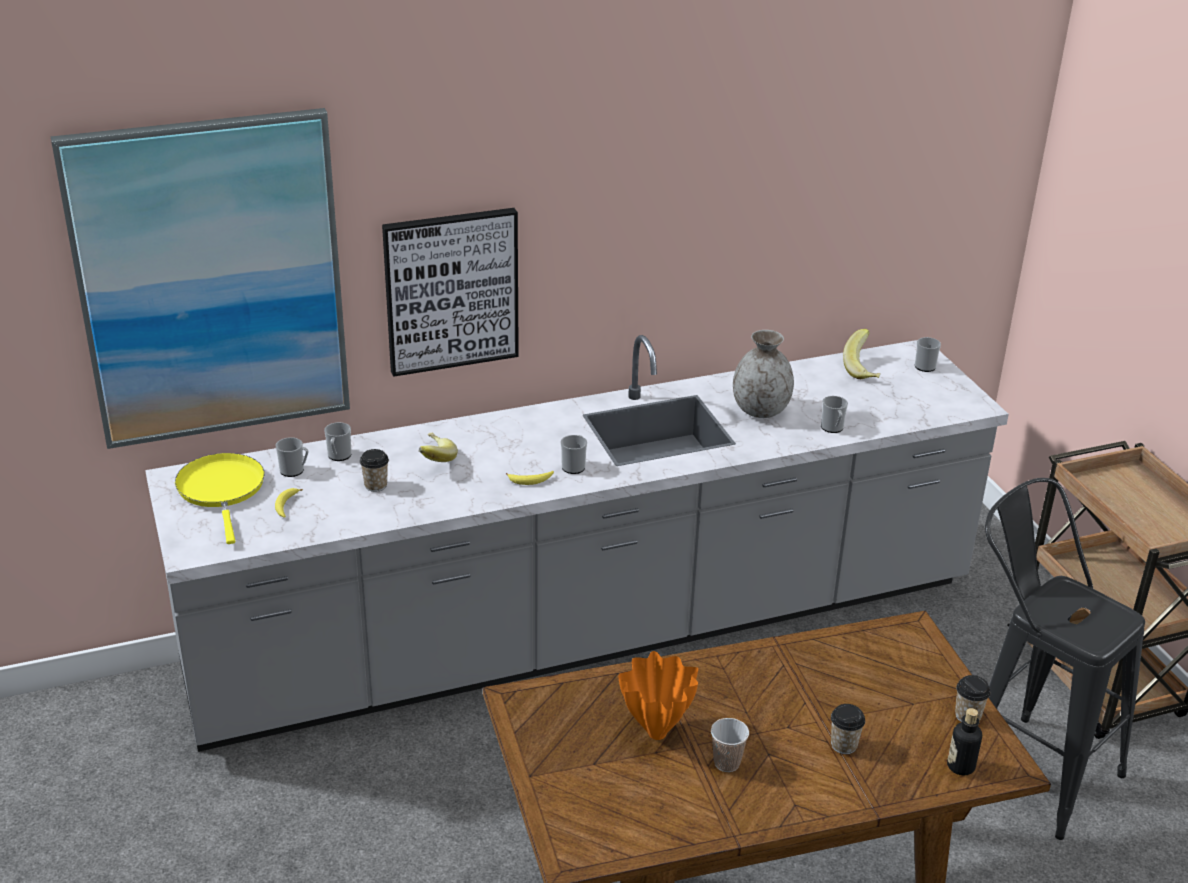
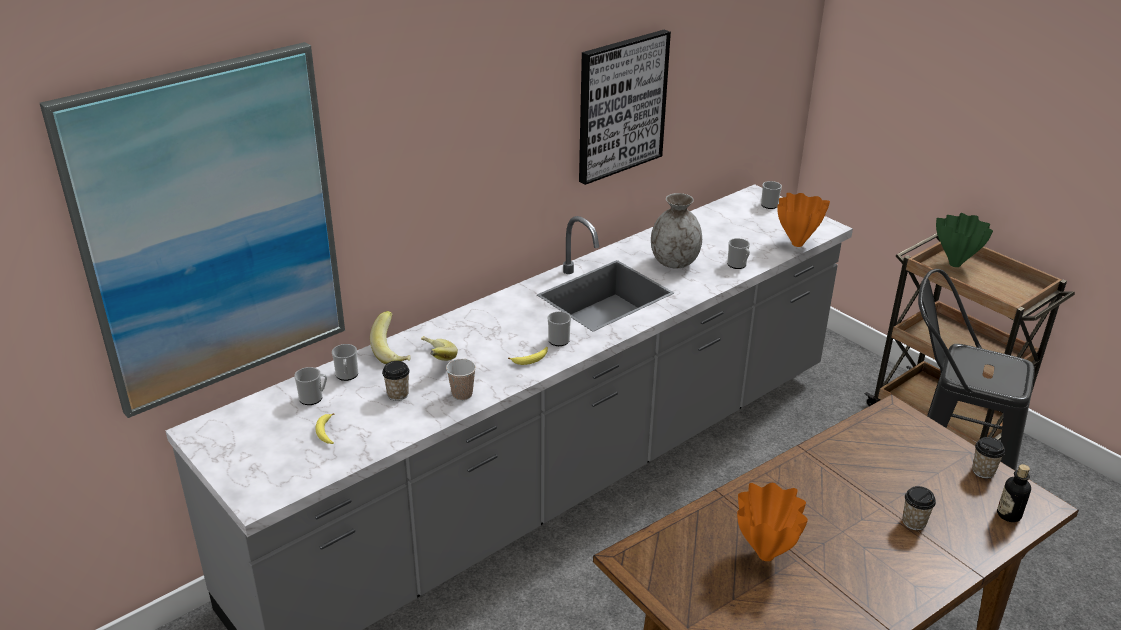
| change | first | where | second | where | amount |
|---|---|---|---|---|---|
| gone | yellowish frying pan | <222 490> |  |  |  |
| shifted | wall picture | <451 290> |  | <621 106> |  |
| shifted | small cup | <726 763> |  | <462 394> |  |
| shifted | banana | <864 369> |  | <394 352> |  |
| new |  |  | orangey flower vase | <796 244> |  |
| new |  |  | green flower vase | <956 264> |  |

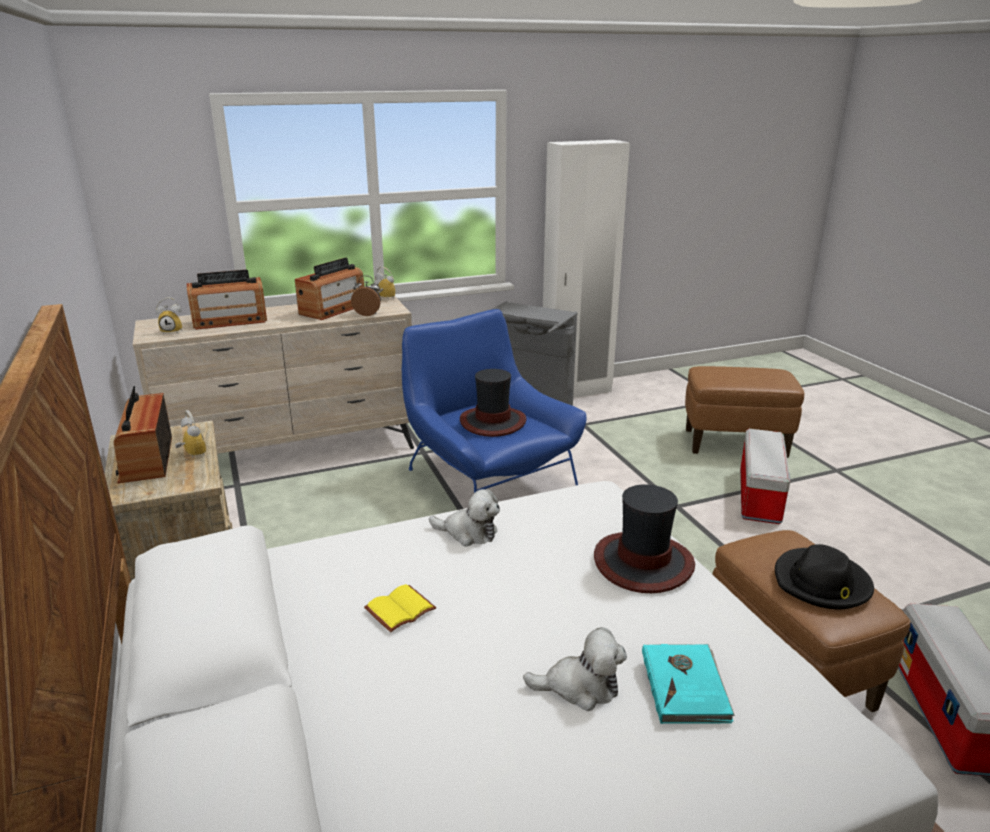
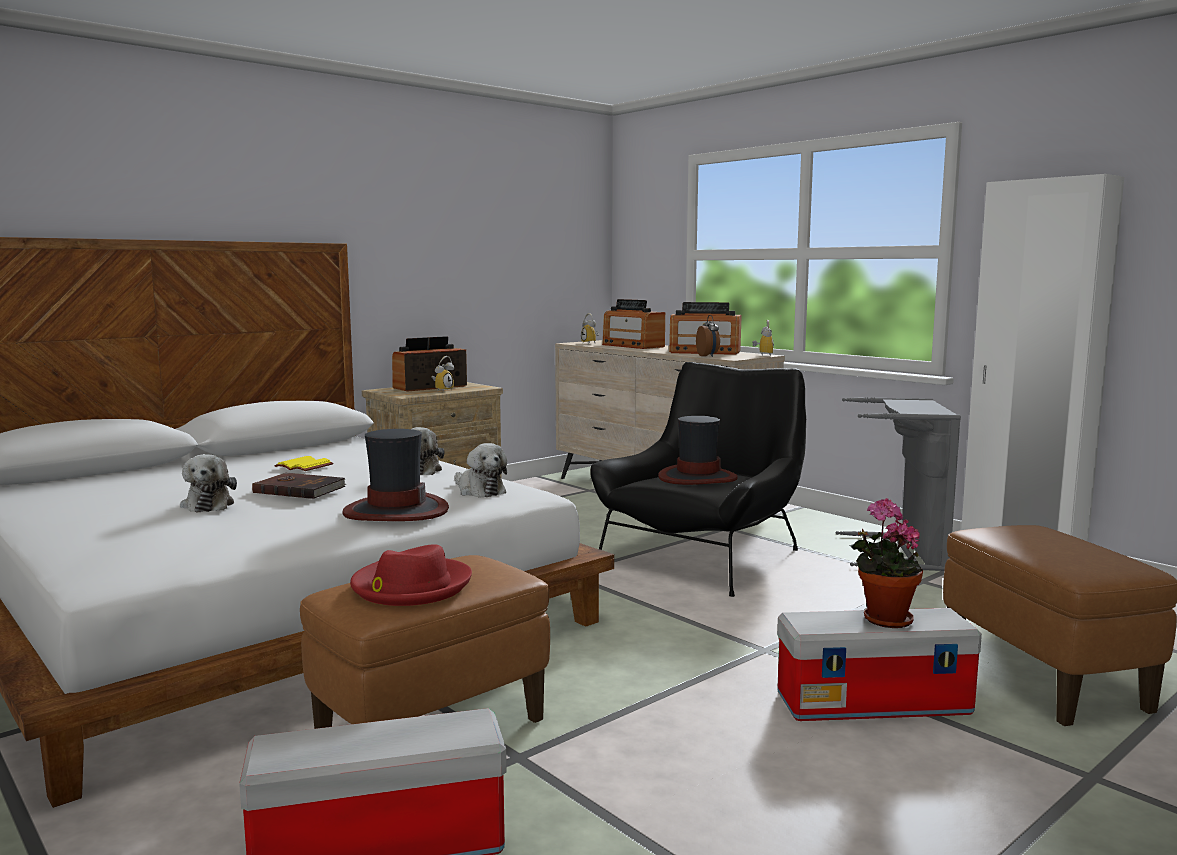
| change | first | where | second | where | amount |
|---|---|---|---|---|---|
| repainted | blue-coloured armchair | <488 480> | black-coloured armchair | <703 557> |  |
| gone | blue-green book | <686 685> |  |  |  |
| repainted | black-coloured wearable hat | <822 583> | red-coloured wearable hat | <410 586> |  |
| new |  |  | brownish book | <299 489> |  |
| new |  |  | plush toy | <479 491> |  |
| new |  |  | plant in a pot | <883 619> |  |

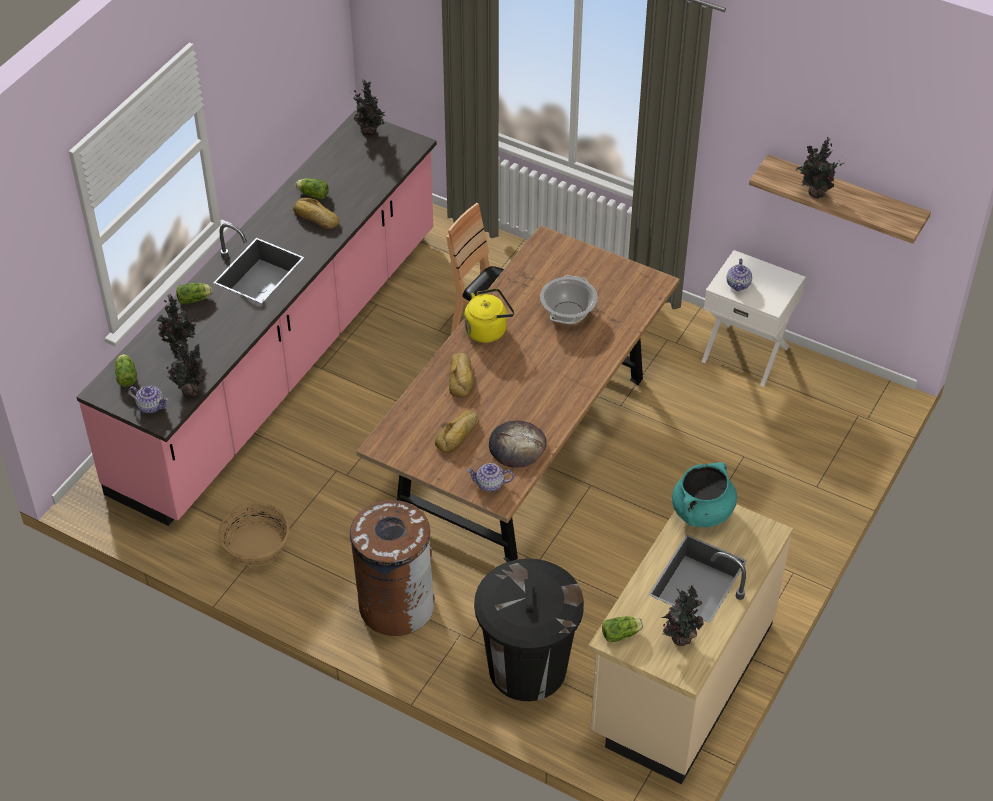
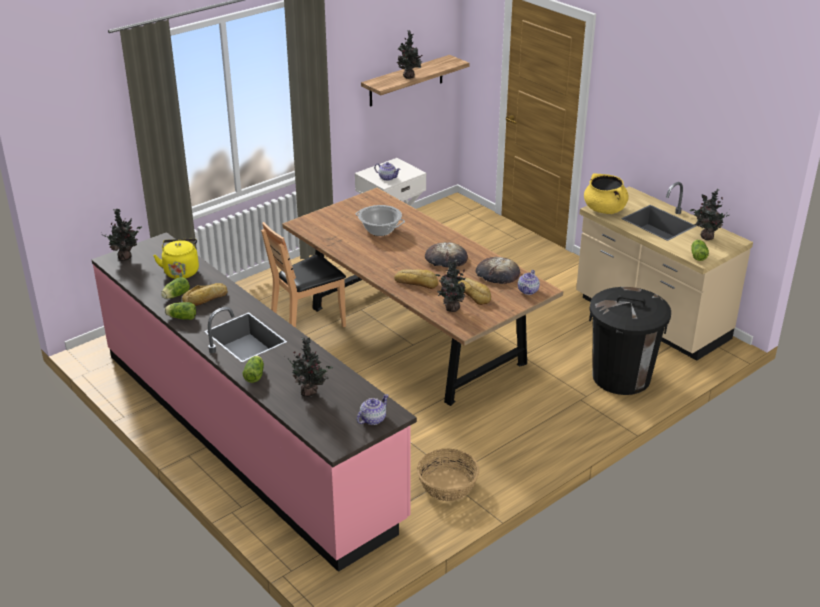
| change | first | where | second | where | amount |
|---|---|---|---|---|---|
| shifted | lettuce | <126 375> |  | <181 317> |  |
| shifted | plant in a pot | <191 390> |  | <451 308> |  |
| gone | brownish waste bin | <396 605> |  |  |  |
| shifted | yellowish water kettle | <488 329> |  | <181 271> |  |
| repainted | blue-green stockpot | <702 512> | yellowish stockpot | <604 209> |  |
| new |  |  | bread | <446 259> |  |

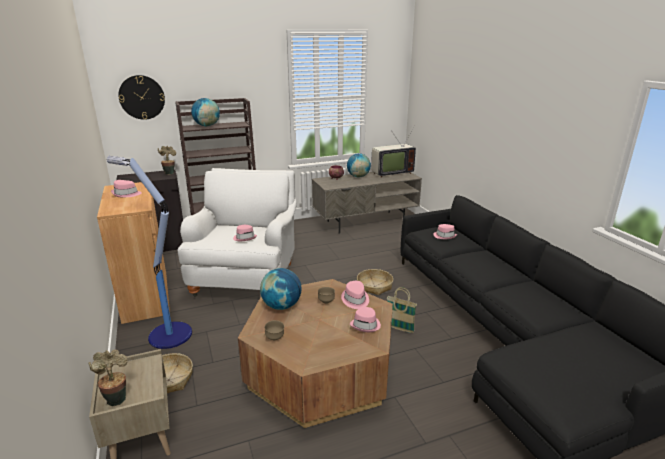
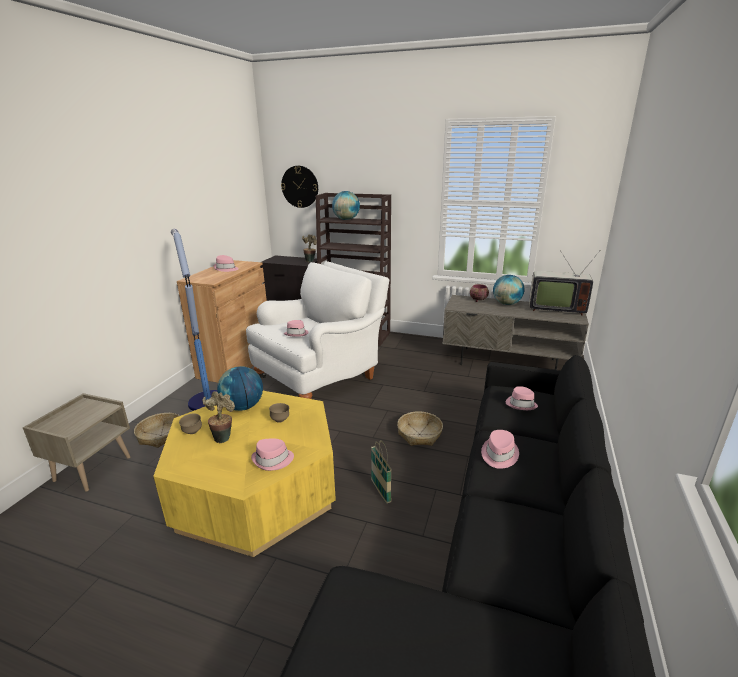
| change | first | where | second | where | amount |
|---|---|---|---|---|---|
| shifted | plant in a pot | <116 398> |  | <223 437> |  |
| repainted | brownish low table | <320 370> | yellowish low table | <256 490> |  |
| shifted | pinkish wearable hat | <355 300> |  | <499 454> |  |

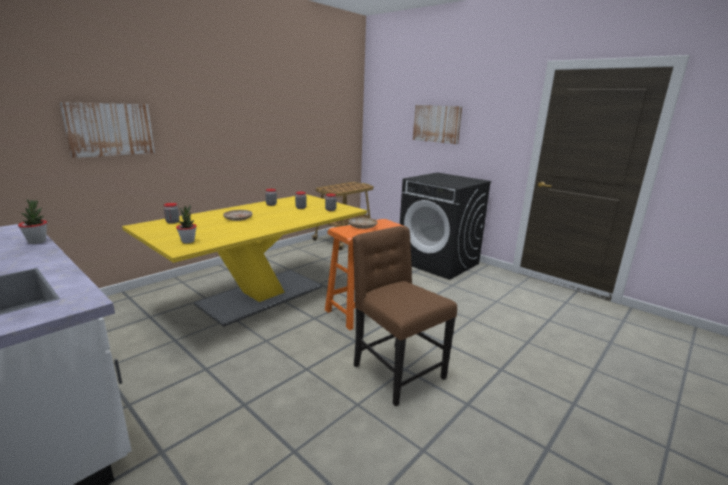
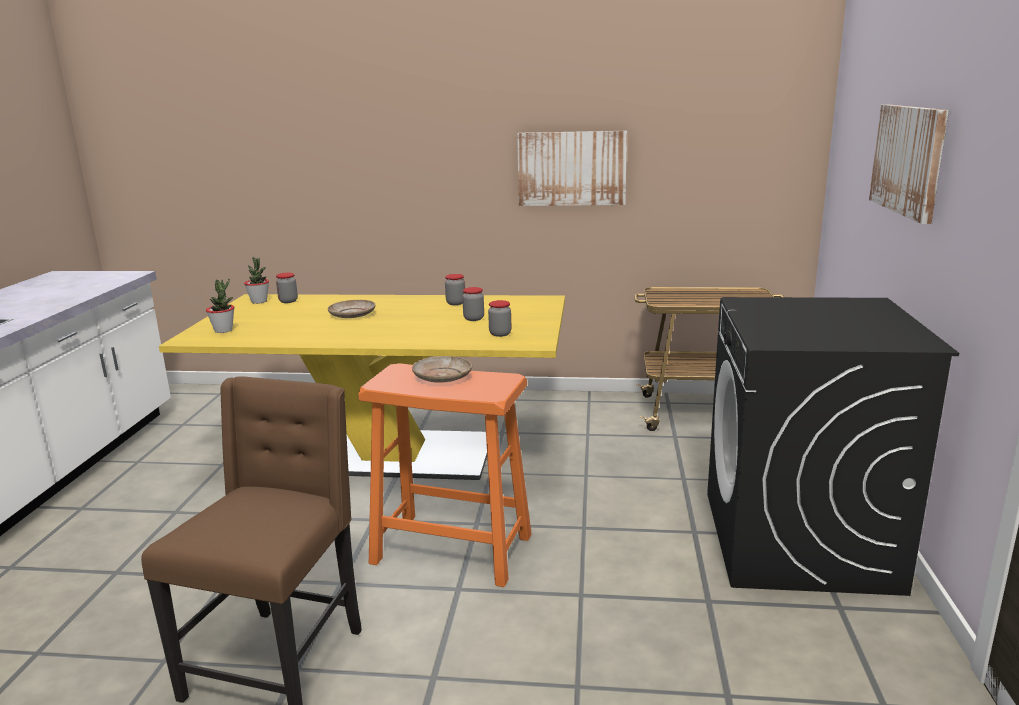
| change | first | where | second | where | amount |
|---|---|---|---|---|---|
| shifted | plant in a pot | <37 241> |  | <259 301> |  |
| shifted | wall picture | <110 129> |  | <571 168> |  |

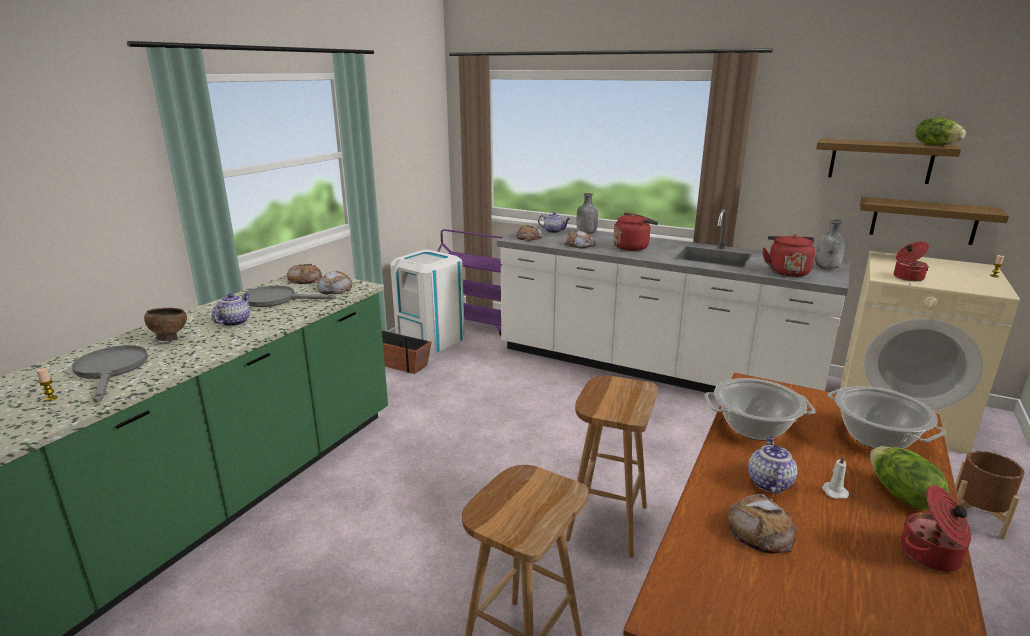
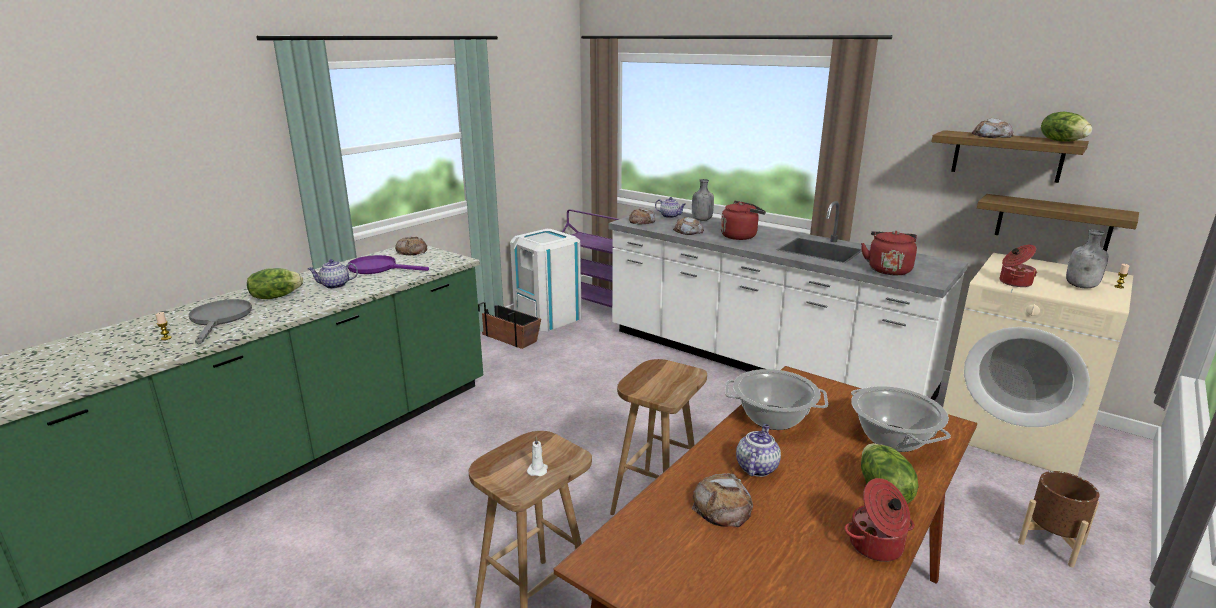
| change | first | where | second | where | amount |
|---|---|---|---|---|---|
| swapped | brownish serving bowl | <169 339> | lettuce | <275 296> |  |
| rotated | tea pot | <234 322> |  | <334 285> | 135 degrees counterclockwise |
| repainted | greyish frying pan | <277 300> | purple frying pan | <379 268> |  |
| shifted | bread | <335 289> |  | <991 136> |  |
| shifted | greyish bottle | <827 268> |  | <1081 286> |  |
| shifted | white wax light | <833 491> |  | <537 470> |  |

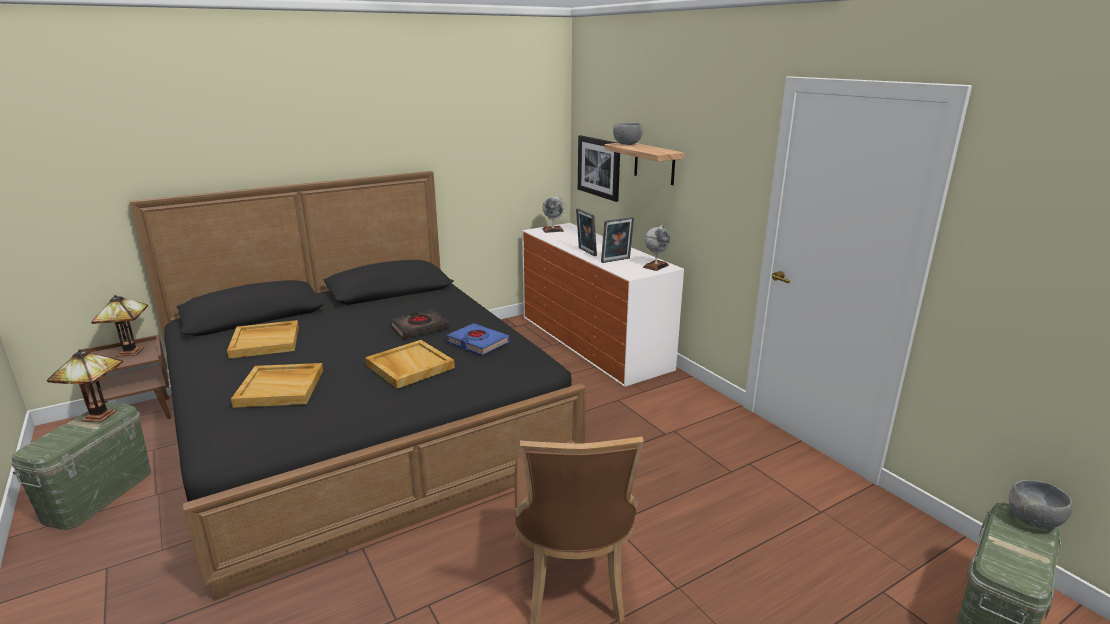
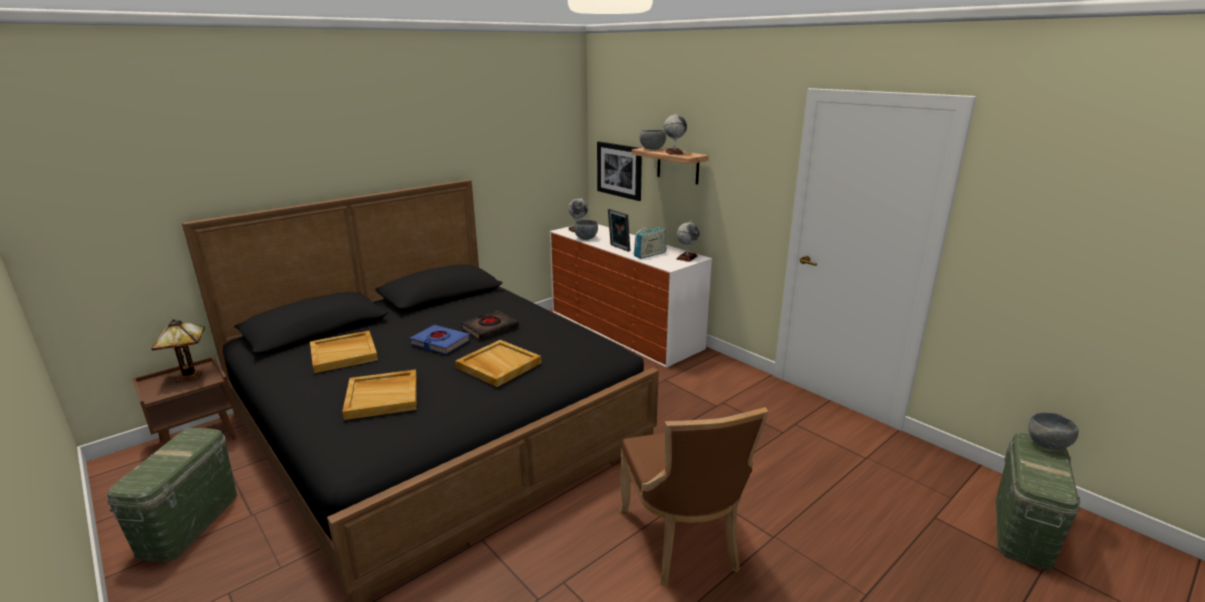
| change | first | where | second | where | amount |
|---|---|---|---|---|---|
| gone | lamp for a table | <99 415> |  |  |  |
| shifted | blue-coloured book | <478 343> |  | <440 343> |  |
| swapped | standing frame | <616 261> | radio | <650 254> |  |
| new |  |  | greyish serving bowl | <585 238> |  |
| new |  |  | globe | <674 152> |  |

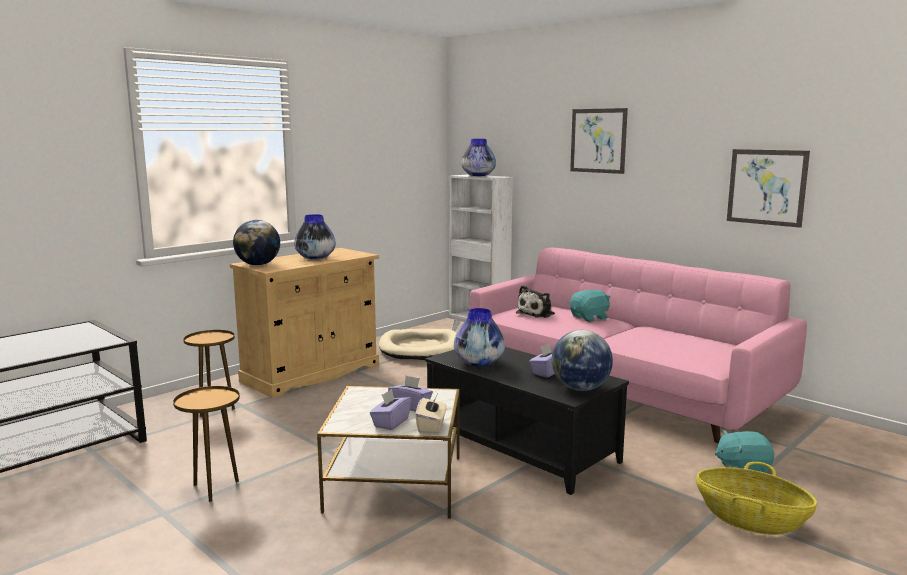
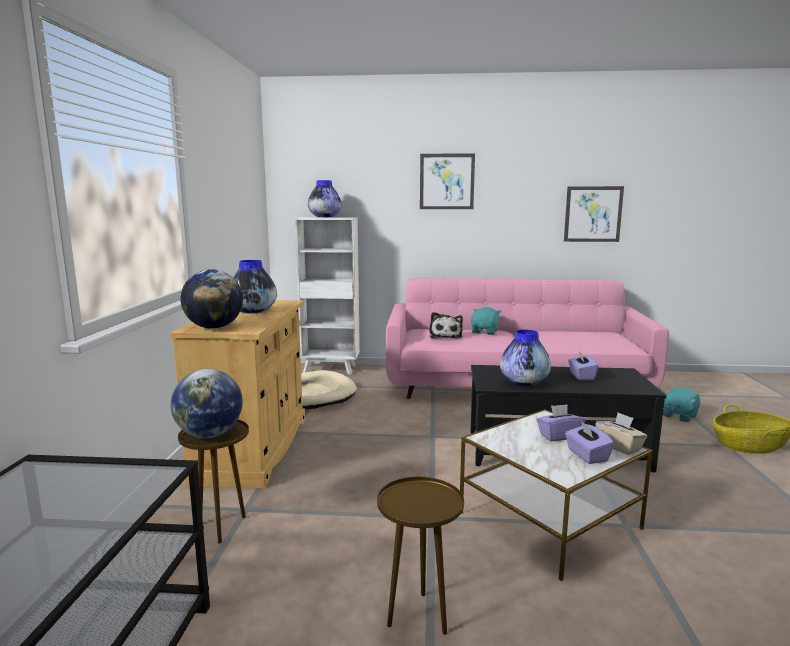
| change | first | where | second | where | amount |
|---|---|---|---|---|---|
| shifted | globe | <580 388> |  | <209 435> |  |

